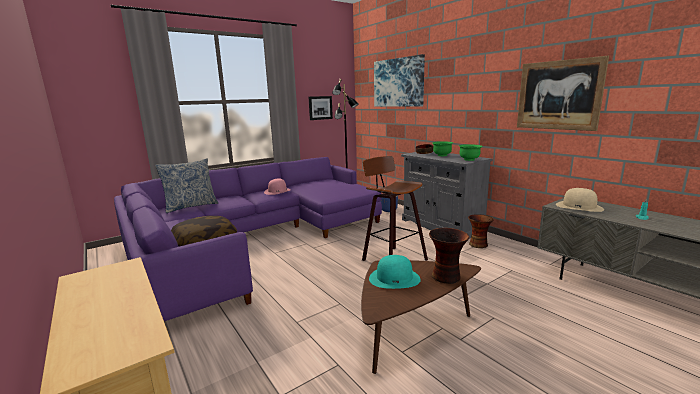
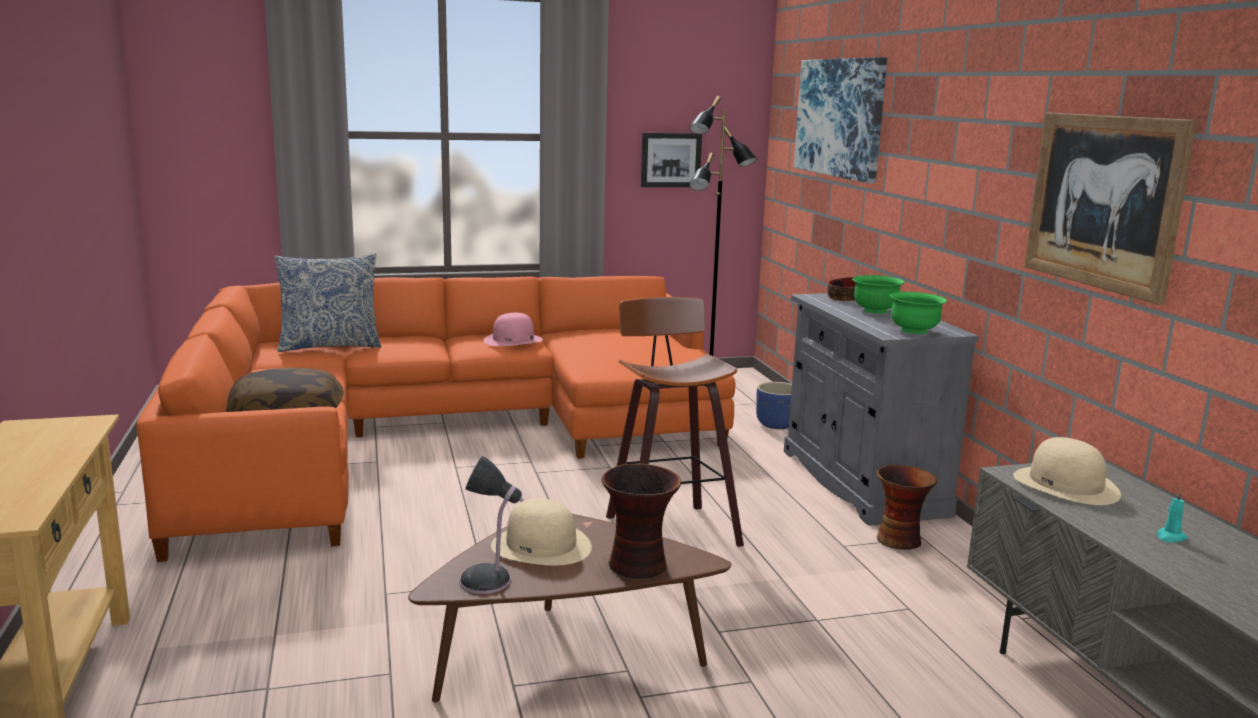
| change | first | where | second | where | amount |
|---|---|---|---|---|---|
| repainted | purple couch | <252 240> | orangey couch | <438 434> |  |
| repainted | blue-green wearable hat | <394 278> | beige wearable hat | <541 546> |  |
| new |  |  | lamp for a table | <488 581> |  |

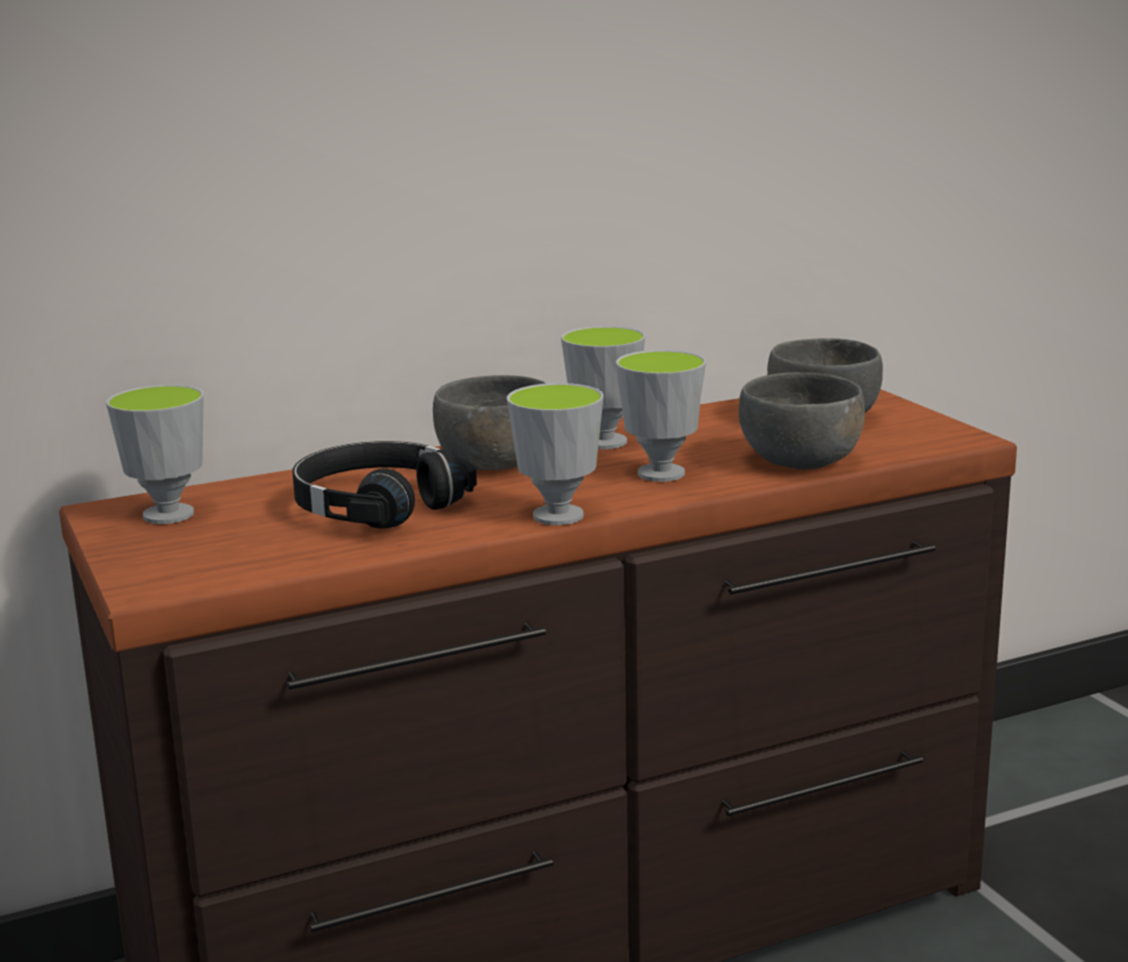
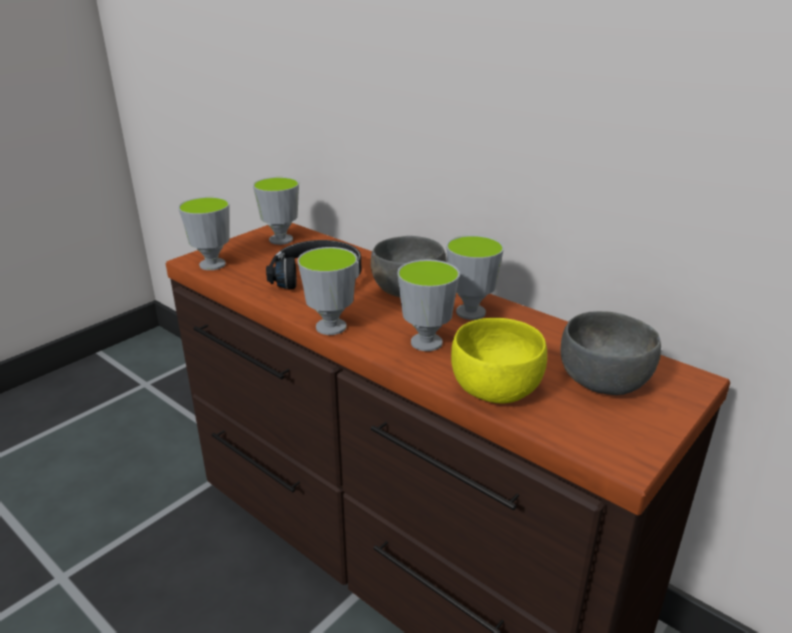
| change | first | where | second | where | amount |
|---|---|---|---|---|---|
| repainted | greyish serving bowl | <801 461> | yellowish serving bowl | <495 389> |  |
| new |  |  | small cup | <212 264> |  |

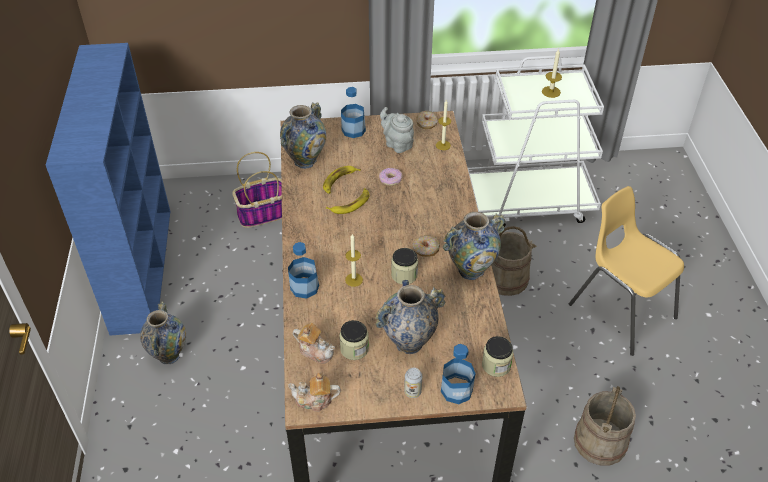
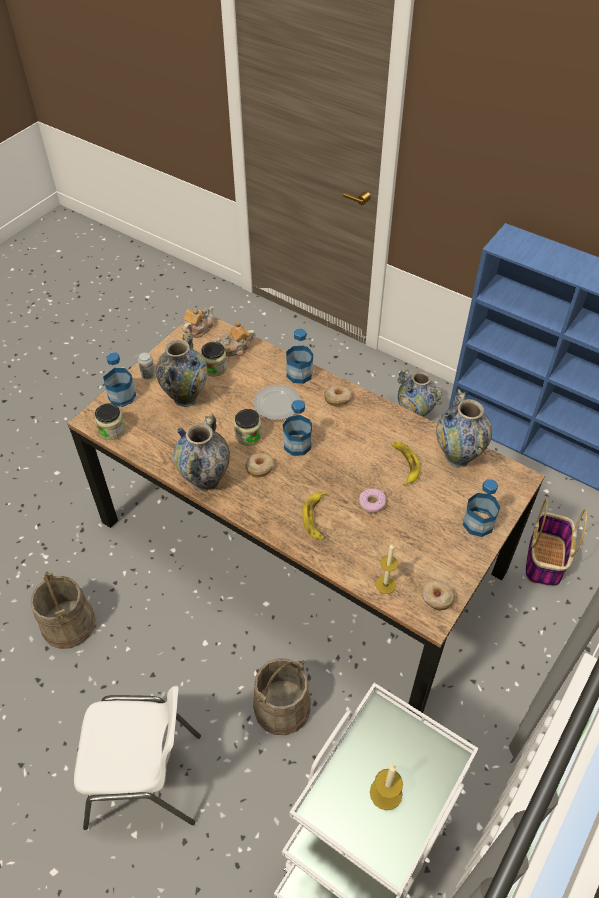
| change | first | where | second | where | amount |
|---|---|---|---|---|---|
| shifted | banana | <350 204> |  | <316 518> |  |
| swapped | wax light | <354 280> | flat dish | <276 404> |  |
| gone | greyish tea pot | <397 144> |  |  |  |
| repainted | yellowish plain chair | <621 311> | white plain chair | <146 780> |  |
| new |  |  | bottle | <297 445> |  |
| new |  |  | ring doughnut | <337 398> |  |

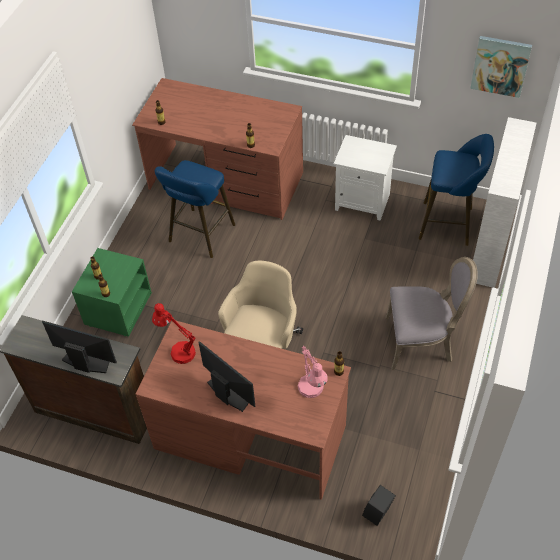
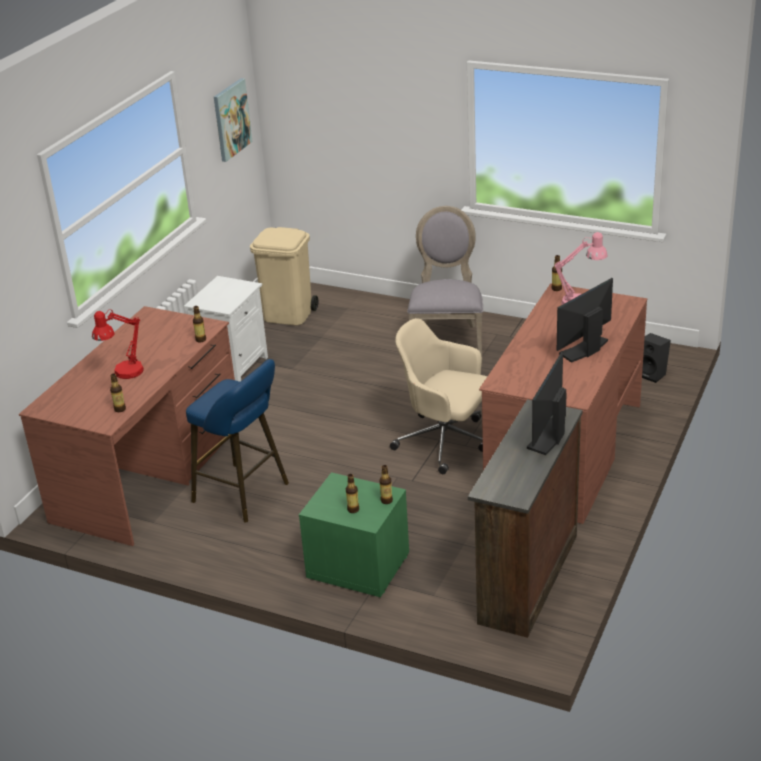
| change | first | where | second | where | amount |
|---|---|---|---|---|---|
| shifted | red-coloured lamp for a table | <178 350> |  | <124 374> |  |
| swapped | blue-coloured stool seat | <449 224> | beige waste bin | <289 315> |  |
| gone | white bookcase | <490 247> |  |  |  |

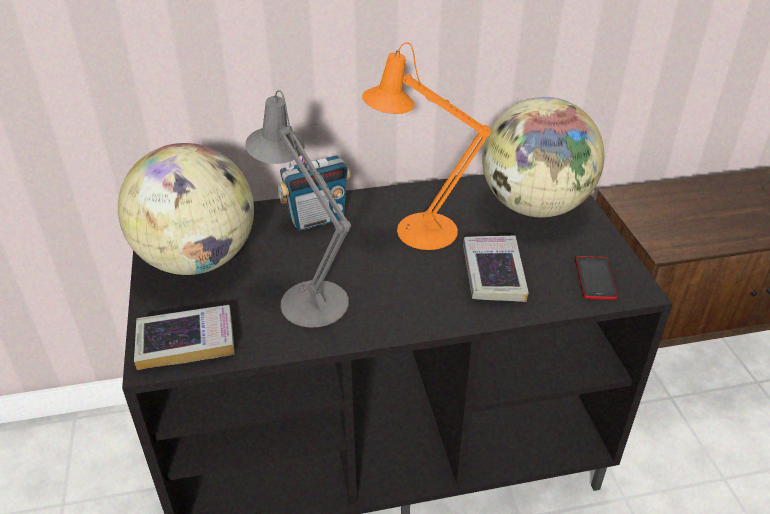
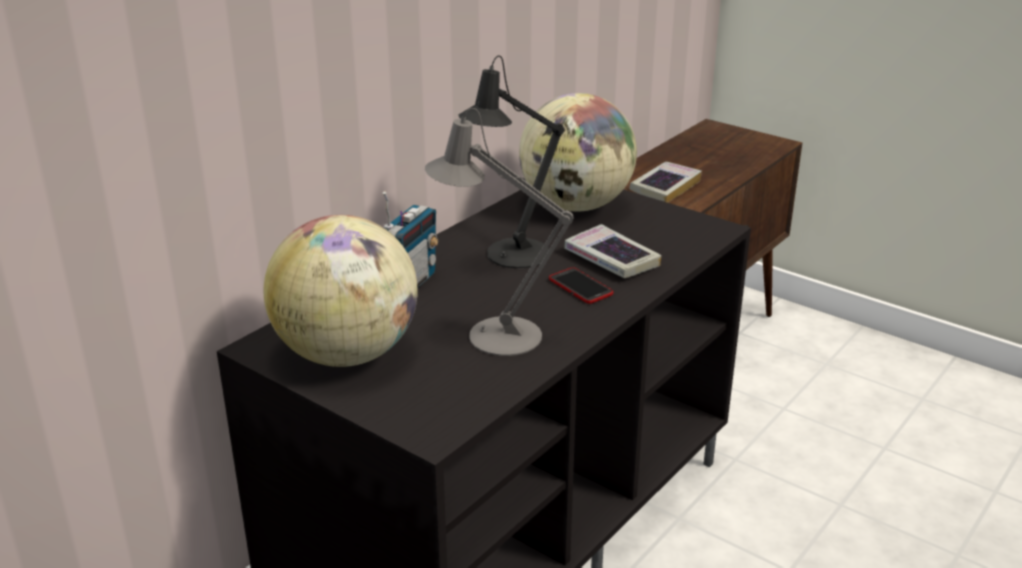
| change | first | where | second | where | amount |
|---|---|---|---|---|---|
| shifted | book | <186 342> |  | <665 187> |  |
| repainted | orangey lamp for a table | <417 231> | black-coloured lamp for a table | <511 256> |  |
| shifted | telephone | <595 278> |  | <580 287> |  |

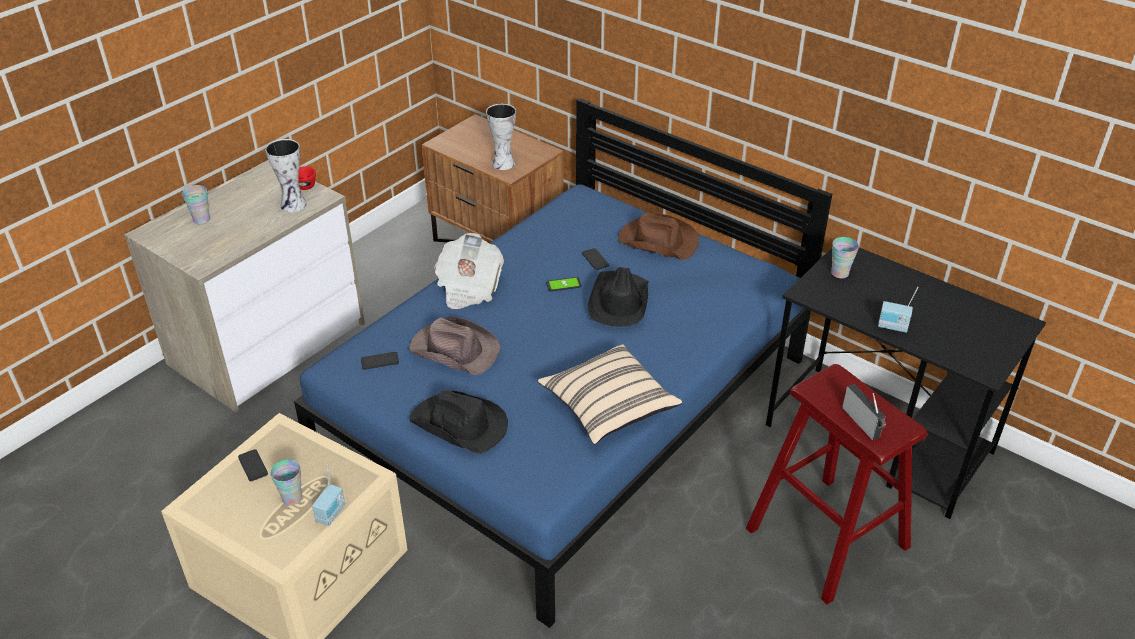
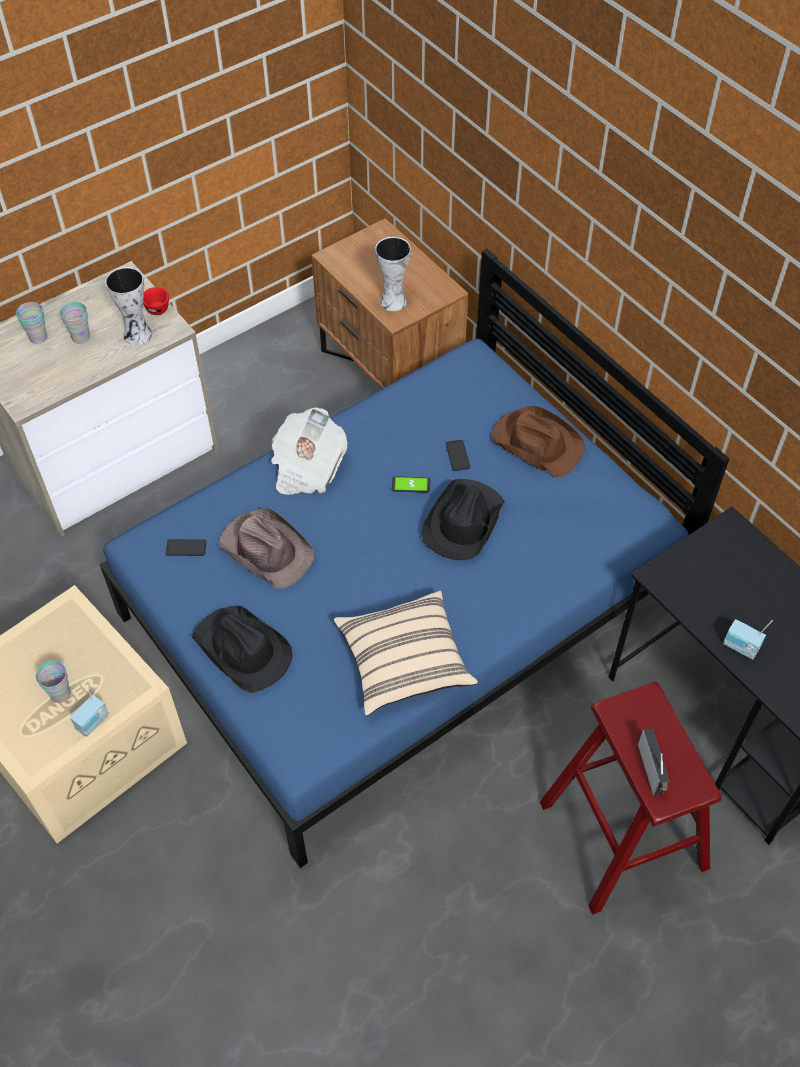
| change | first | where | second | where | amount |
|---|---|---|---|---|---|
| gone | telephone | <253 465> |  |  |  |
| shifted | small cup | <839 273> |  | <81 337> |  |

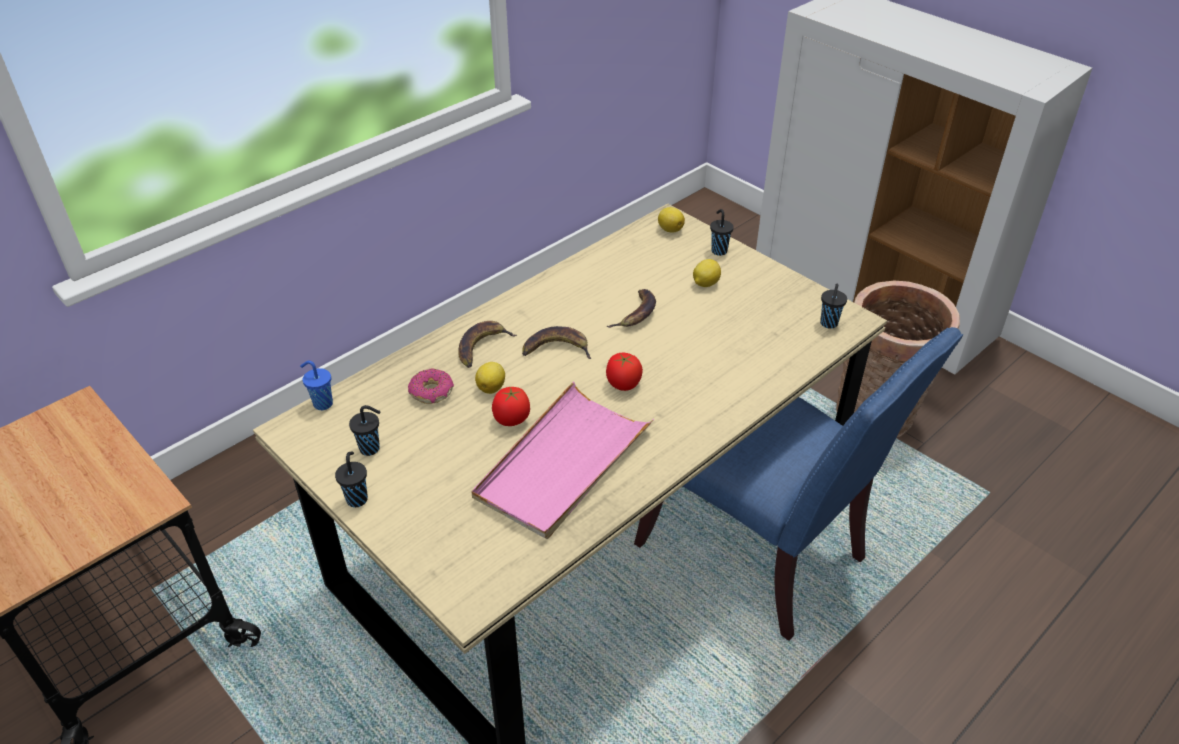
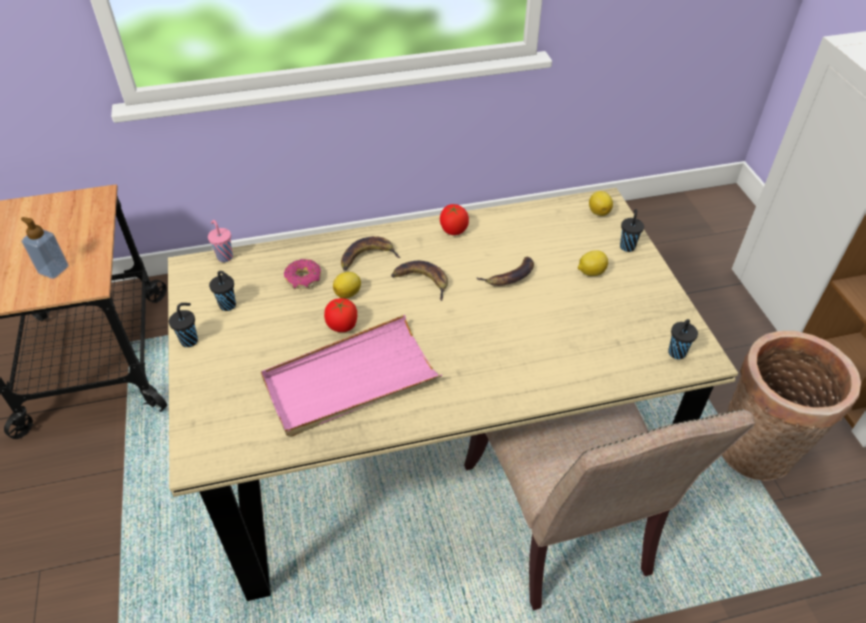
| change | first | where | second | where | amount |
|---|---|---|---|---|---|
| repainted | blue-coloured small cup | <322 403> | pinkish small cup | <224 256> |  |
| shifted | tomato | <623 384> |  | <453 230> |  |
| repainted | blue-coloured plain chair | <761 553> | beige plain chair | <563 524> |  |
| new |  |  | soap bottle | <53 270> |  |

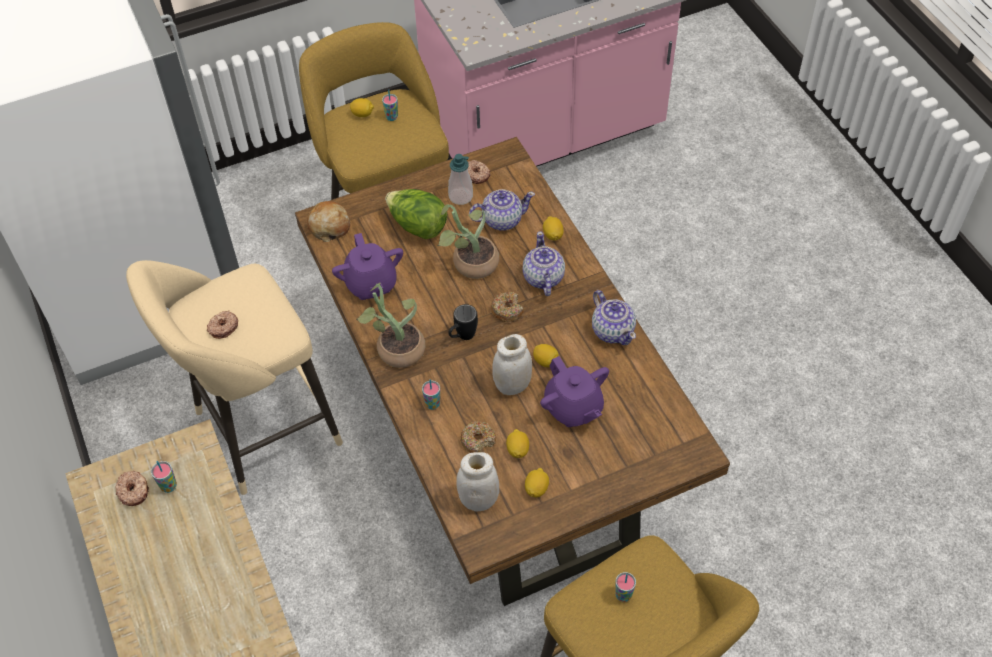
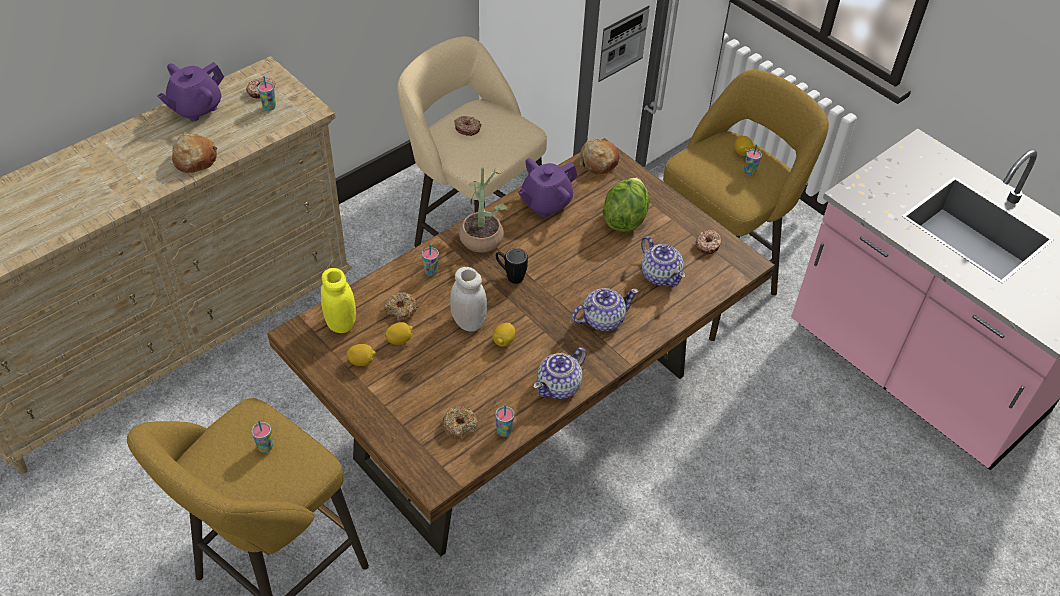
| change | first | where | second | where | amount |
|---|---|---|---|---|---|
| gone | plant in a pot | <470 263> |  |  |  |
| gone | soap bottle | <460 196> |  |  |  |
| repainted | white preserve jar | <478 500> | yellowish preserve jar | <341 323> |  |
| shifted | ring doughnut | <507 310> |  | <460 425> |  |
| shifted | purple tea pot | <573 408> |  | <196 108> |  |
| gone | lemon | <553 235> |  |  |  |
| new |  |  | bread | <194 159> |  |
| new |  |  | small cup | <504 431> |  |

